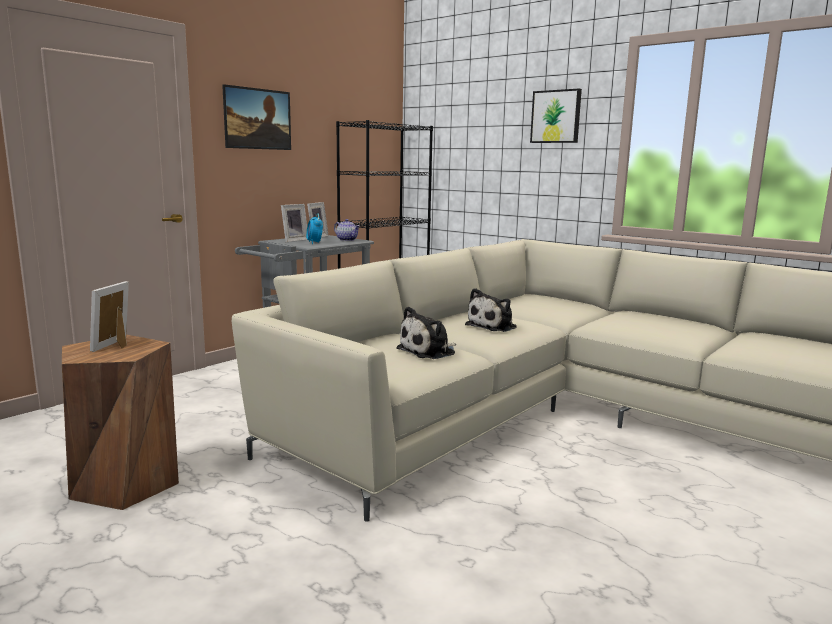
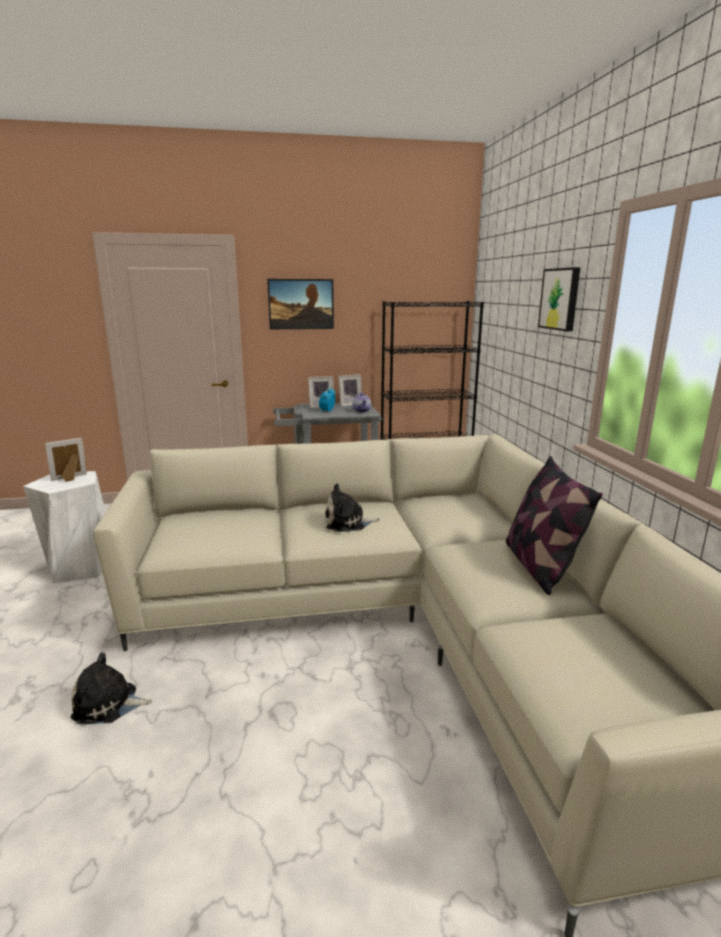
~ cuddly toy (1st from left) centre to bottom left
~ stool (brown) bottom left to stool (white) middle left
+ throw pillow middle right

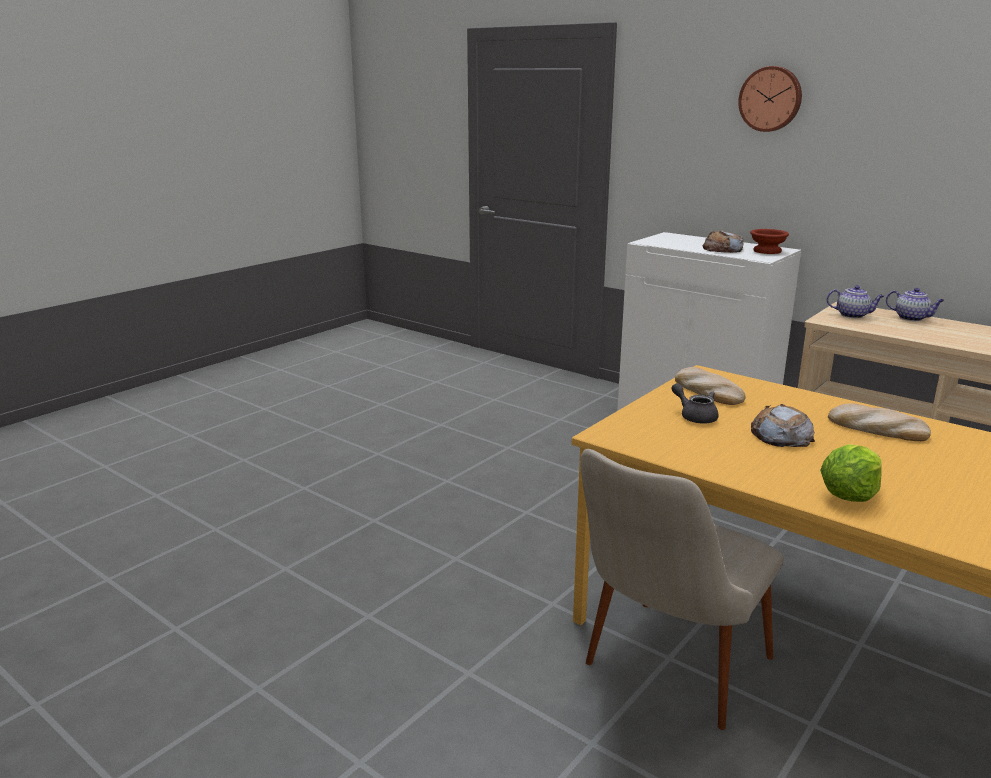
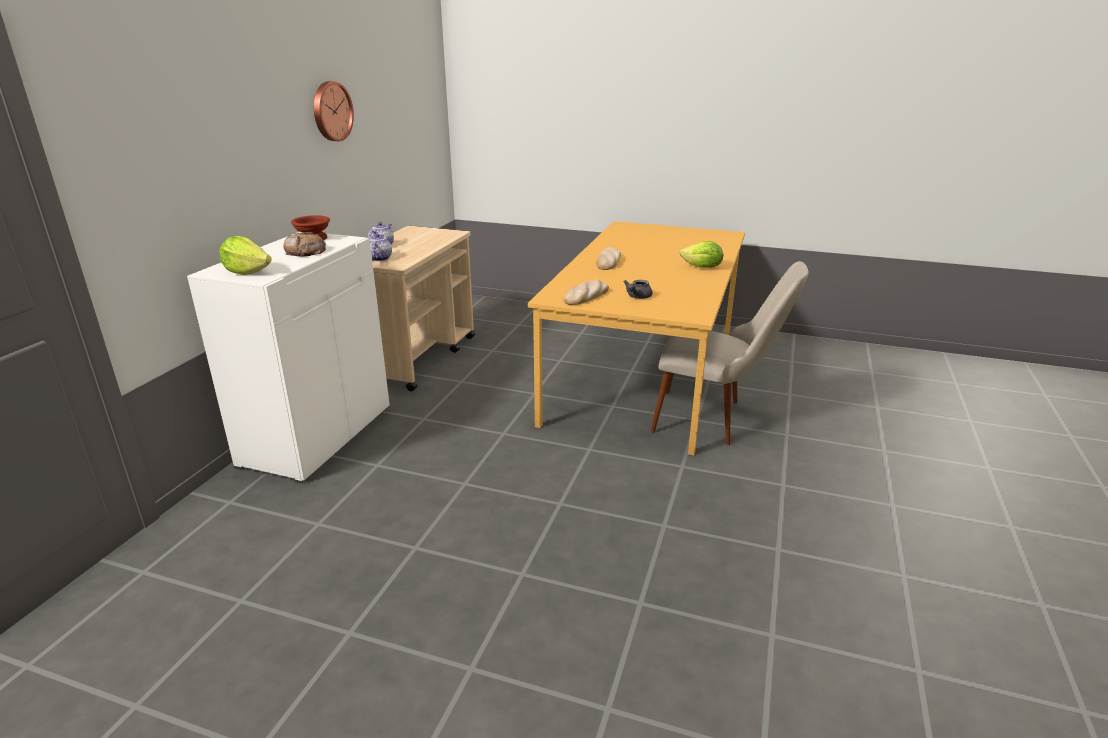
~ hanging clock top right to top left
- baked bread (3rd from left) middle right
+ lettuce head (1st from left) middle left

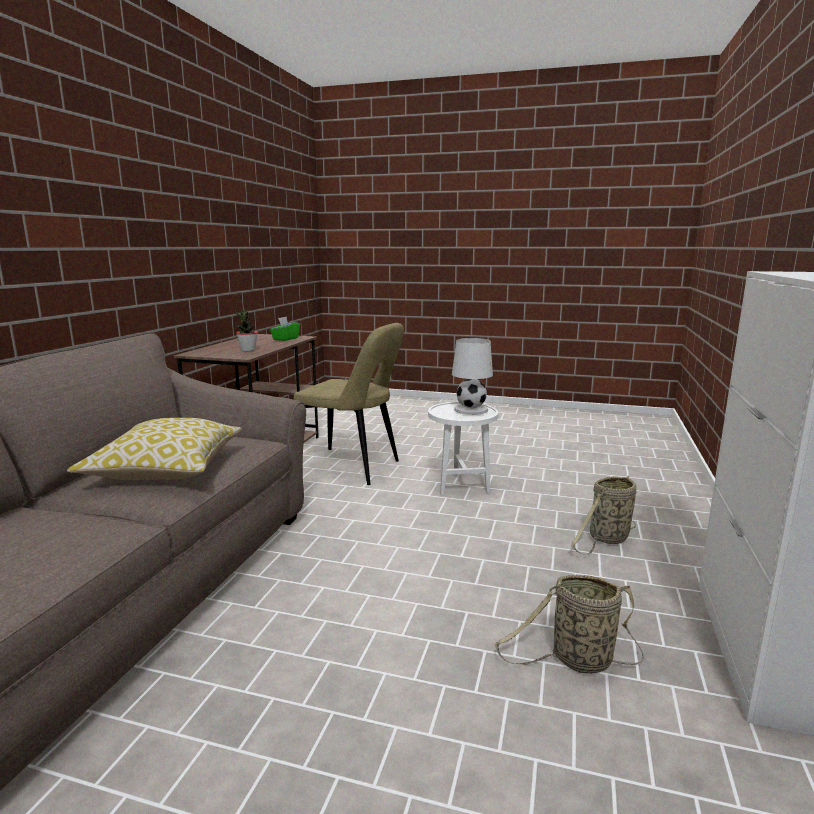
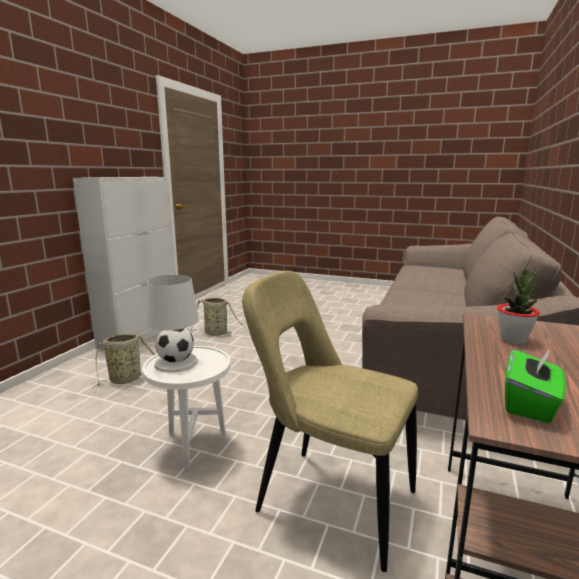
- throw pillow middle left

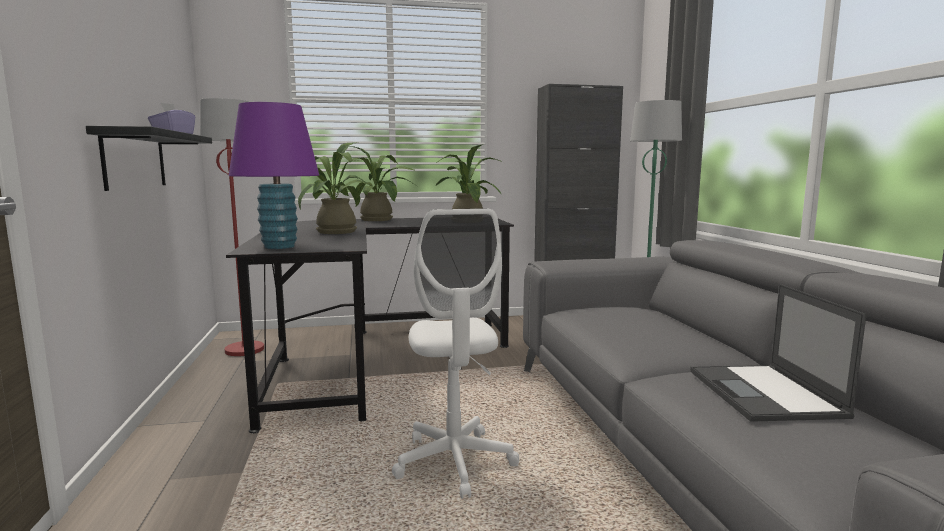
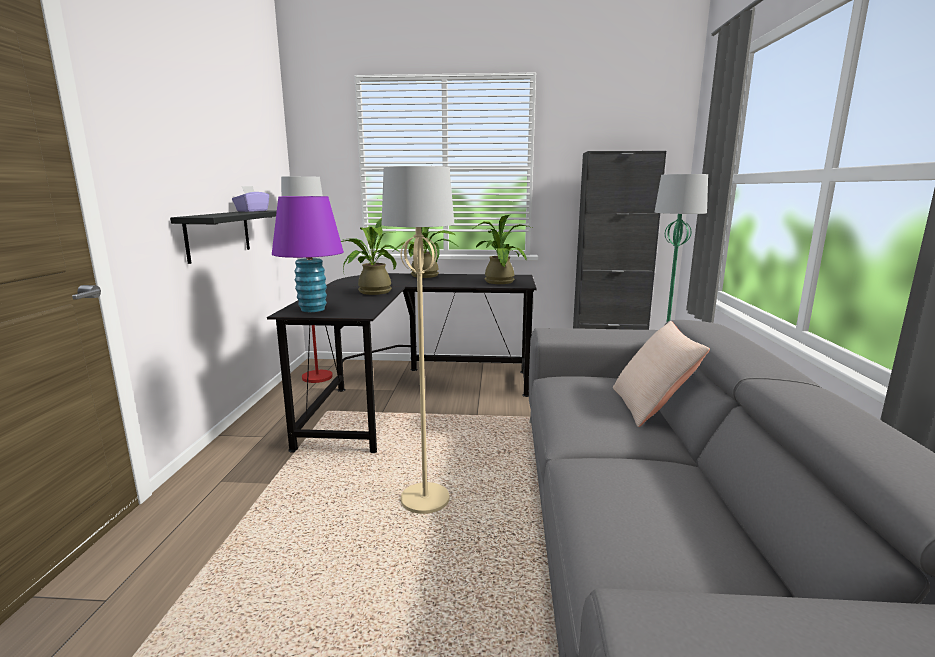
~ computer chair (white) centre to standing lamp (beige-coloured) centre
- notebook computer middle right
+ throw pillow (beige-coloured) middle right

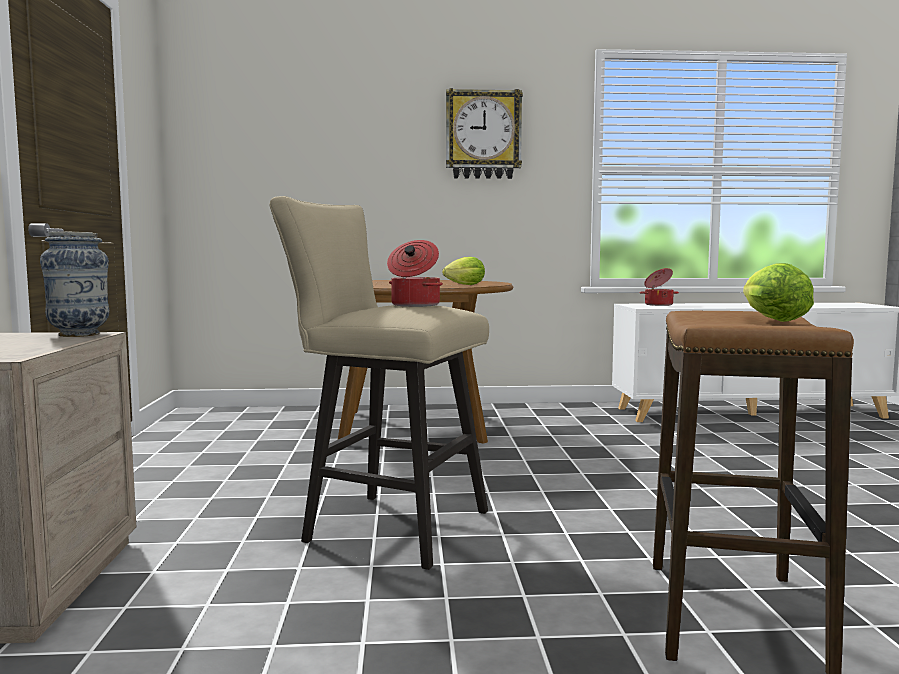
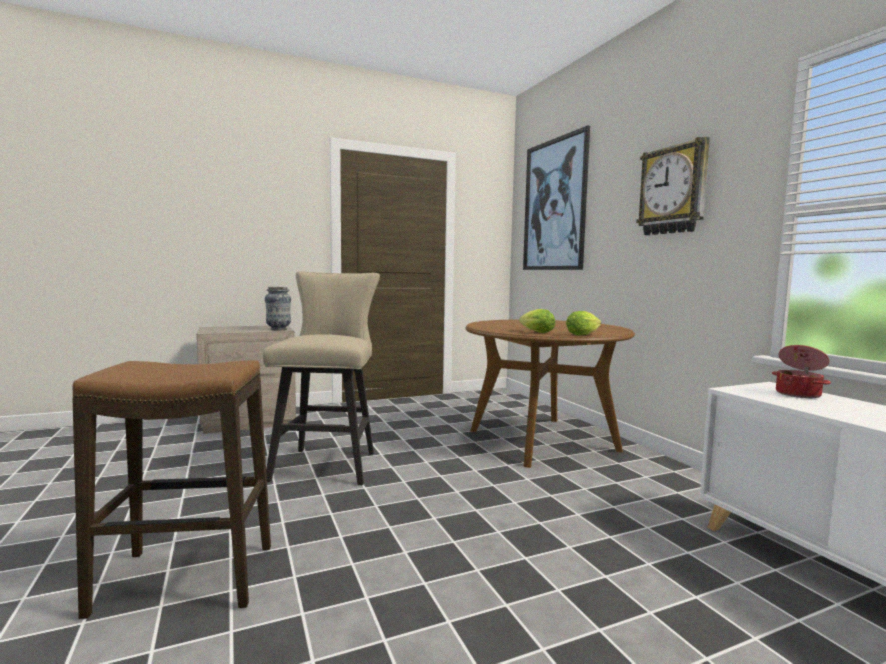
- stockpot (1st from left) centre
~ lettuce head (2nd from left) middle right to centre
+ wall picture top centre

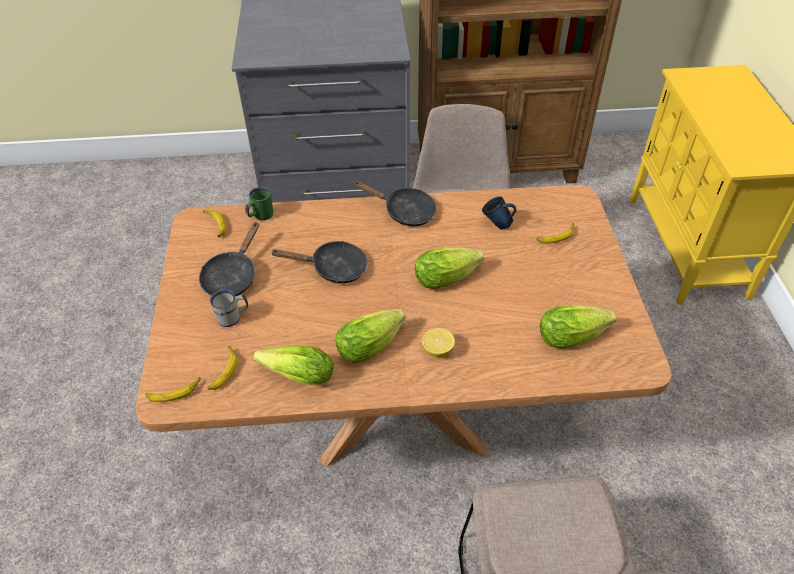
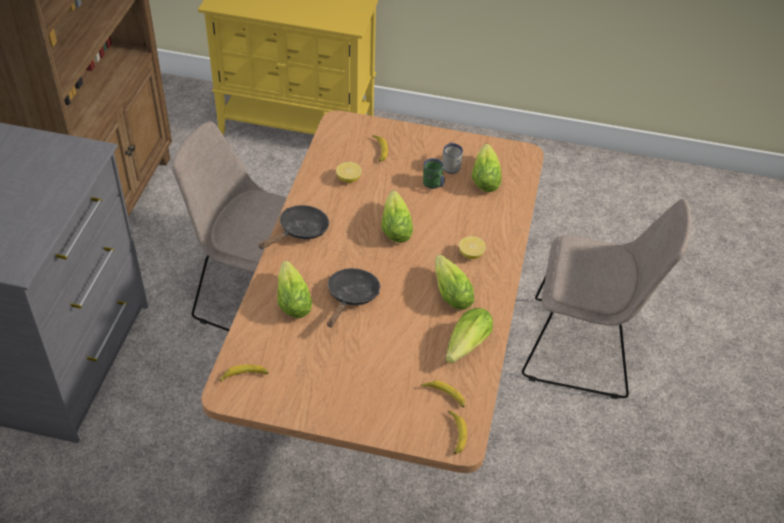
~ coffee mug (greenish) middle left to top centre
~ coffee mug (bluish) centre to citrus fruit (1st from left) top centre
- skillet (black) (1st from left) middle left
~ coffee mug (white) middle left to top centre
+ lettuce head (1st from left) centre

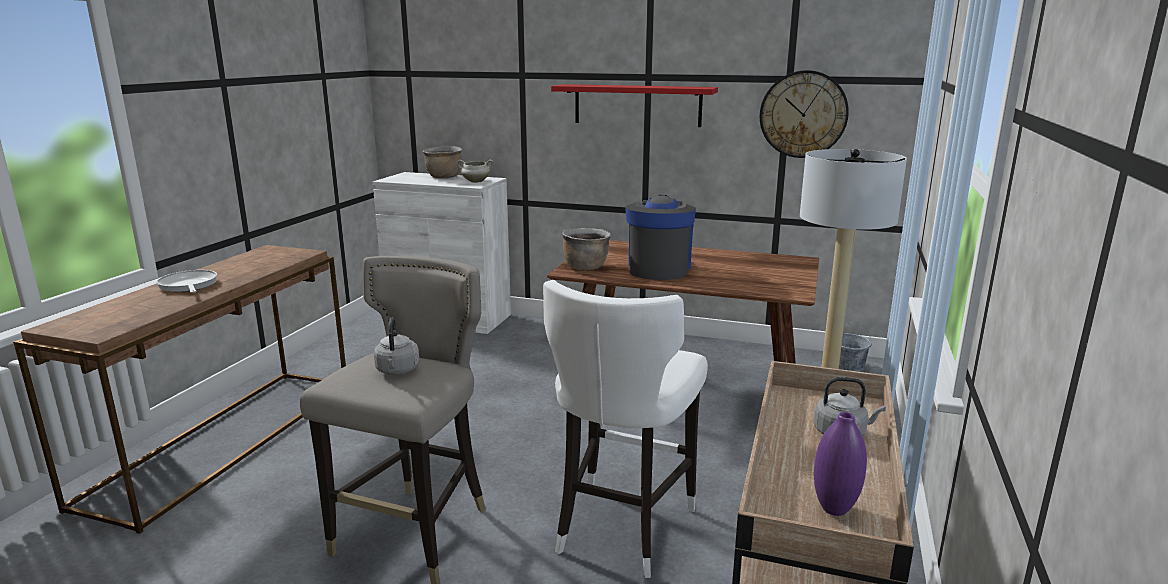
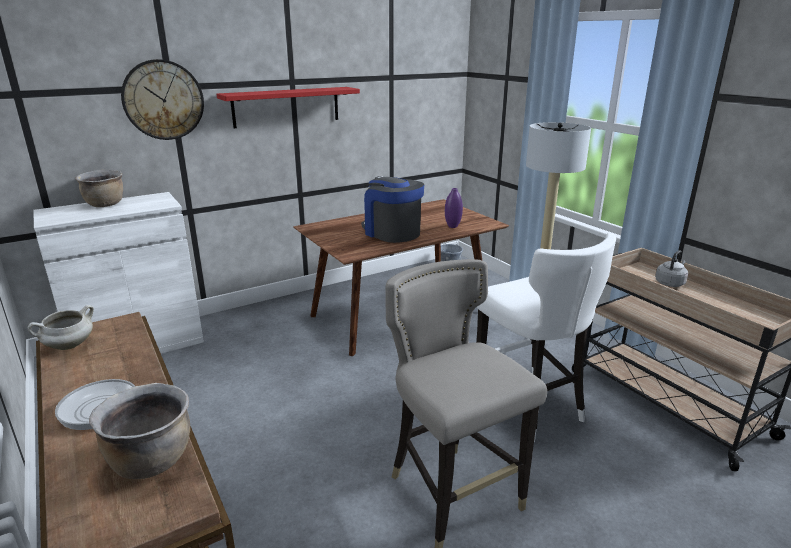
~ hanging clock top right to top left
~ stockpot (white) top centre to middle left
~ stockpot (brown) (2nd from left) centre to bottom left
- tea kettle (greyish) (1st from left) centre
~ flower vase (purple-coloured) bottom right to centre

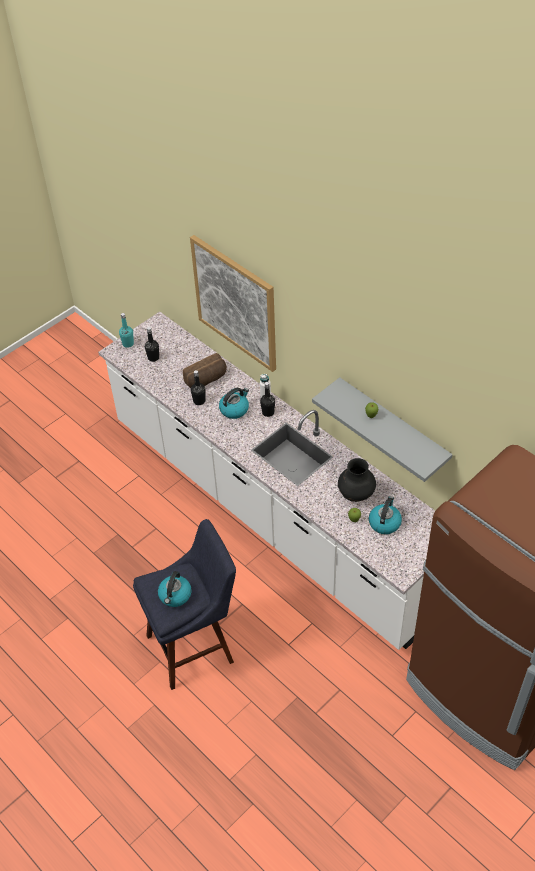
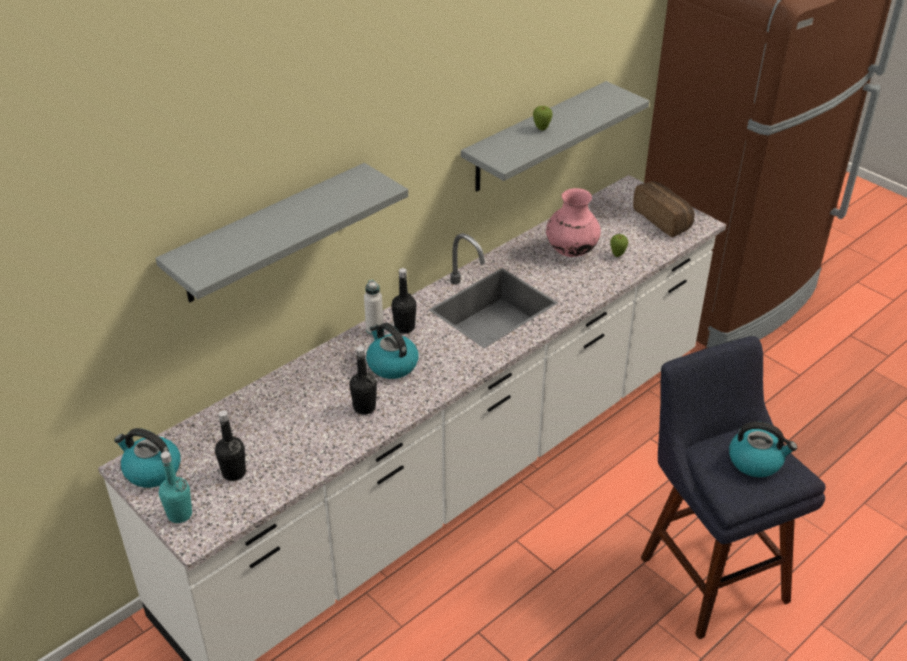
~ wall picture centre to wall shelf (greyish) (1st from left) middle left
~ baked bread centre to top right
~ flower vase (black) middle right to flower vase (pink) centre
~ tea kettle (3rd from left in the first image) middle right to tea kettle (1st from left) bottom left

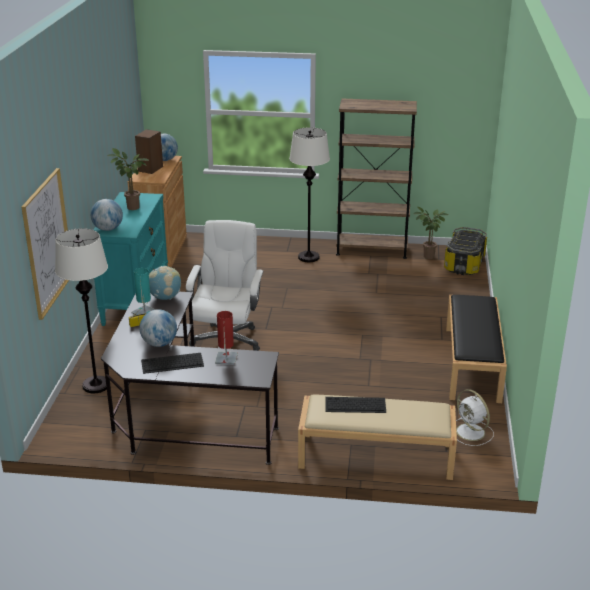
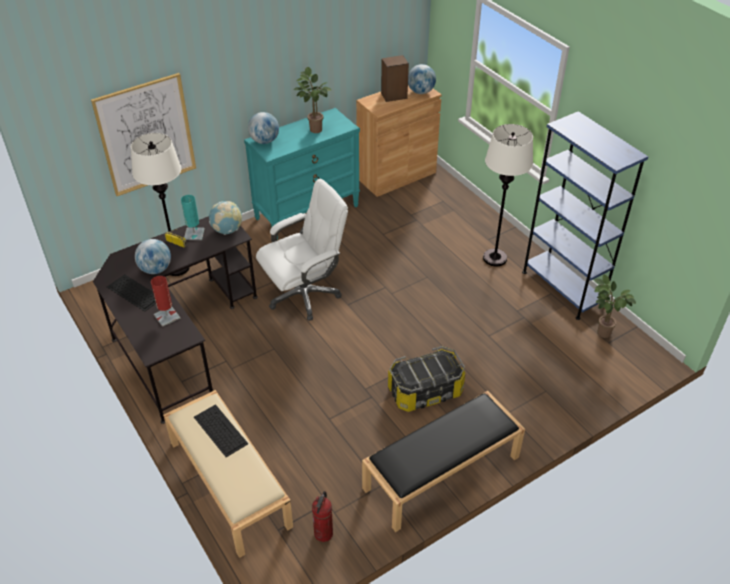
~ shelving unit (brown) top centre to shelving unit (bluish) middle right
~ storage box middle right to centre
~ fan (white) bottom right to fire-fighting cylinder bottom centre

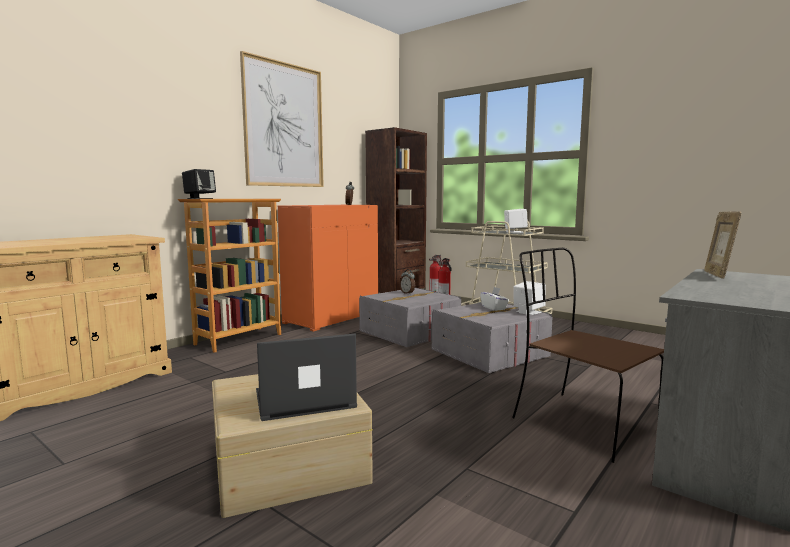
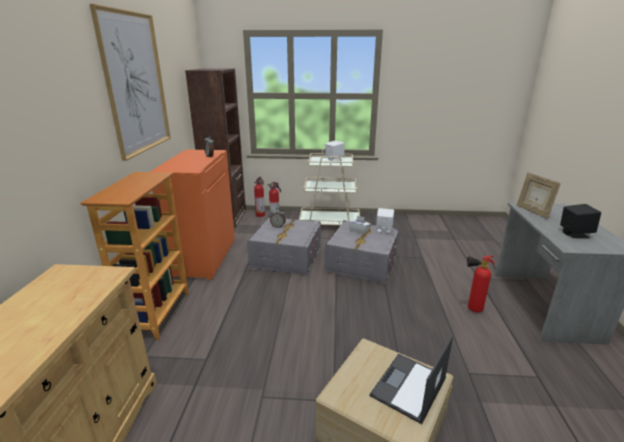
~ speaker (black) middle left to middle right
~ upright chair (brown) middle right to fire-fighting cylinder (3rd from left) middle right

